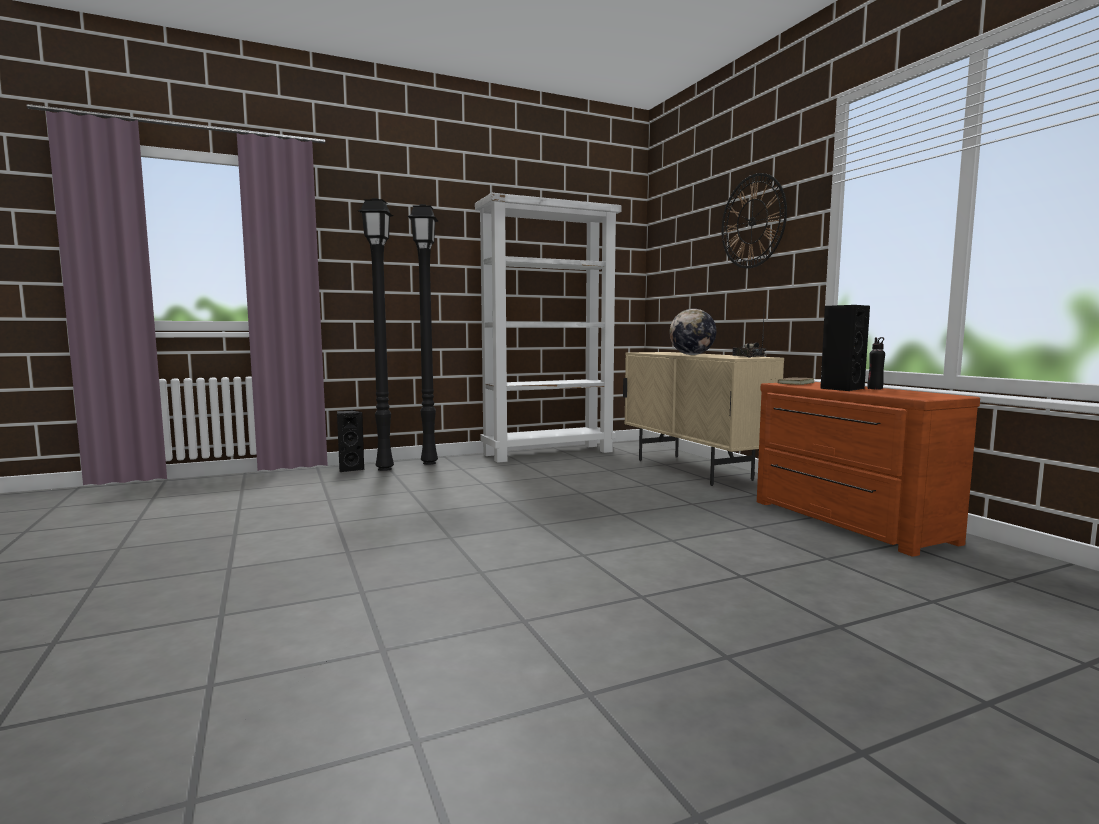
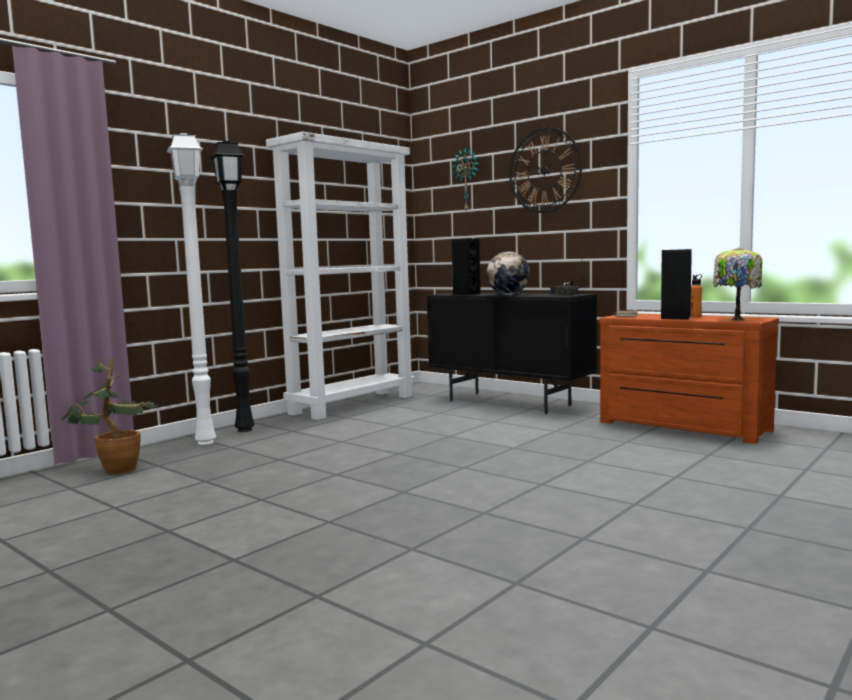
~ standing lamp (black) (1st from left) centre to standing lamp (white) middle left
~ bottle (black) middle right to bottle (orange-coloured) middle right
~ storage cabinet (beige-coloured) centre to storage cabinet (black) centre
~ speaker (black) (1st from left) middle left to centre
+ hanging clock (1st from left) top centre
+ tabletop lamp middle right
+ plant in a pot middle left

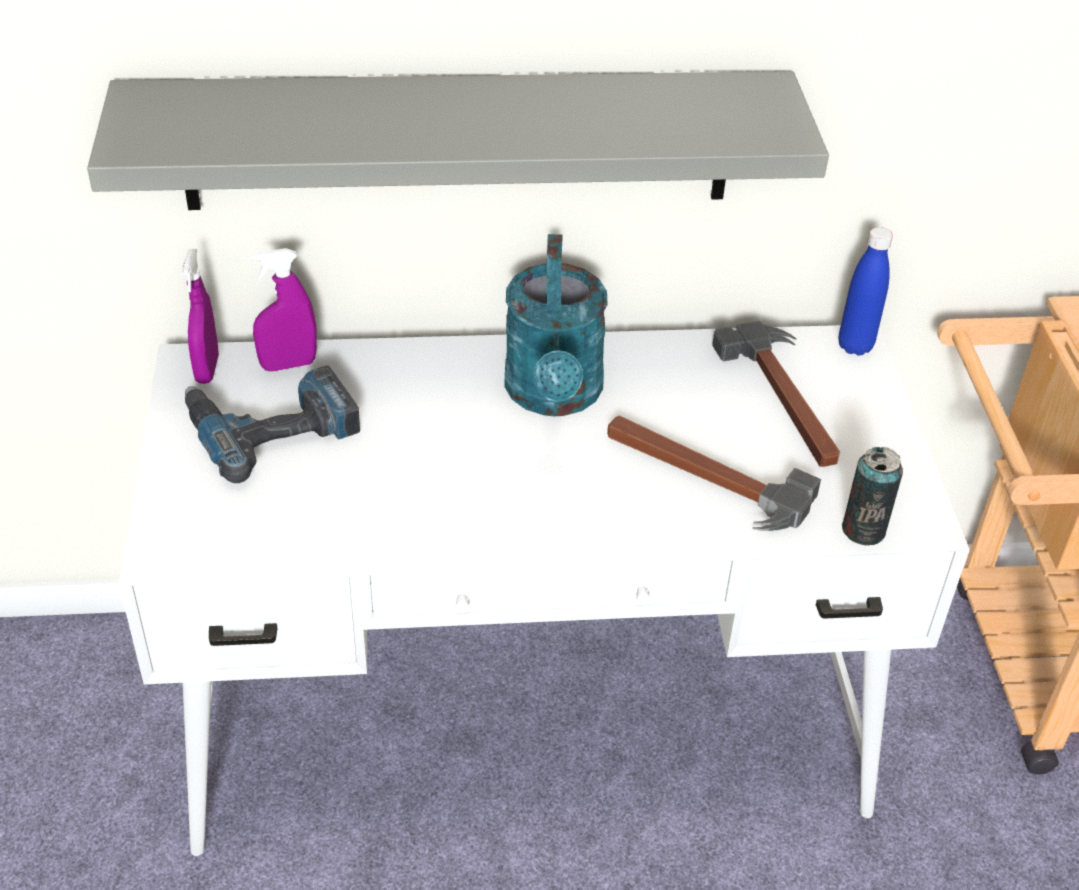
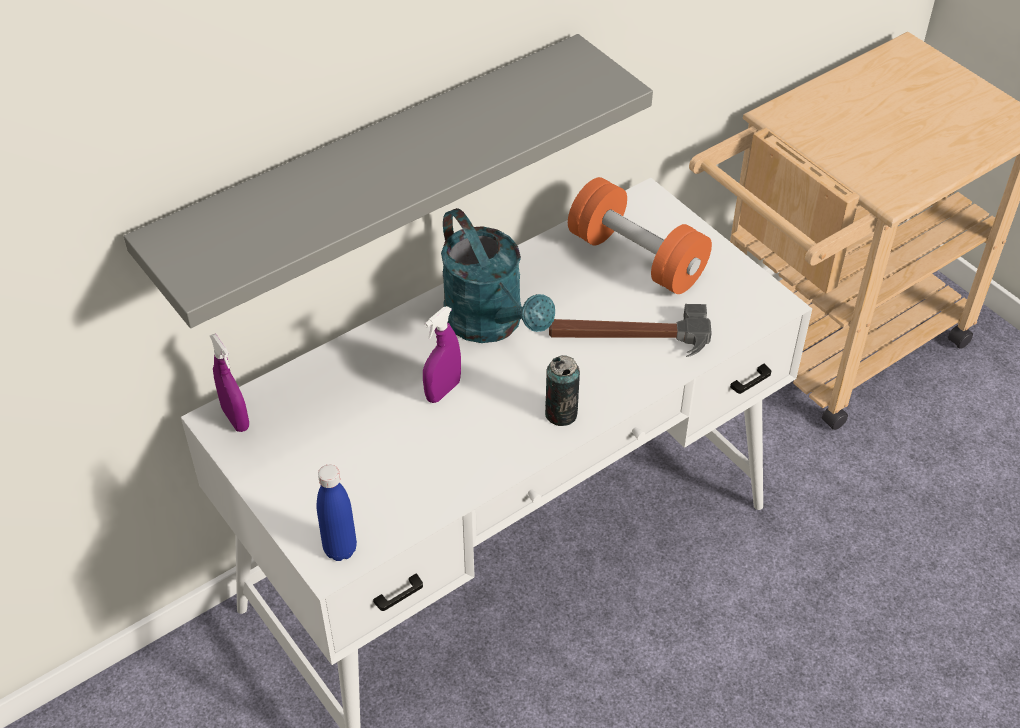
~ bottle (bluish) top right to bottom left
~ hand sprayer (purple-coloured) (2nd from left) middle left to centre
~ tool hammer (2nd from left) middle right to dumbbell (orange-coloured) top centre
- drill middle left
~ can middle right to centre

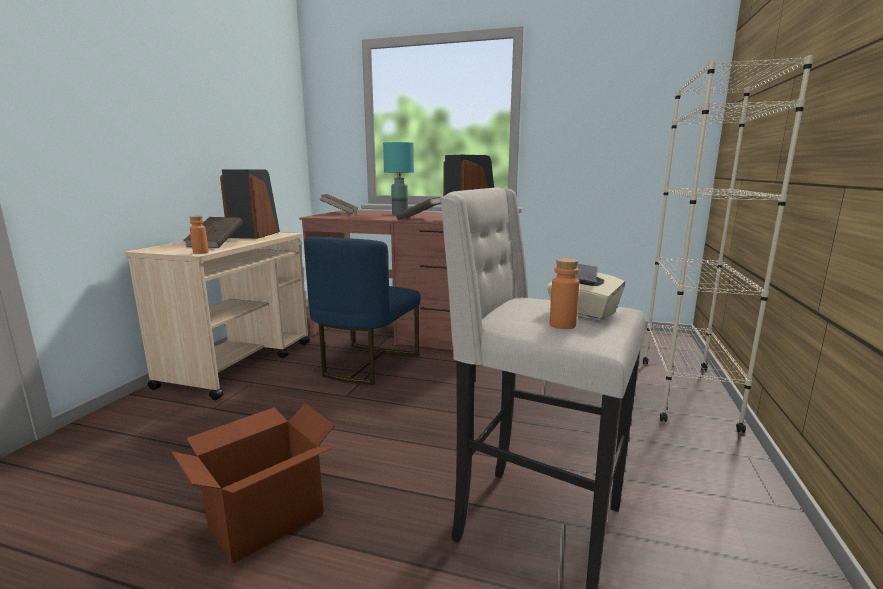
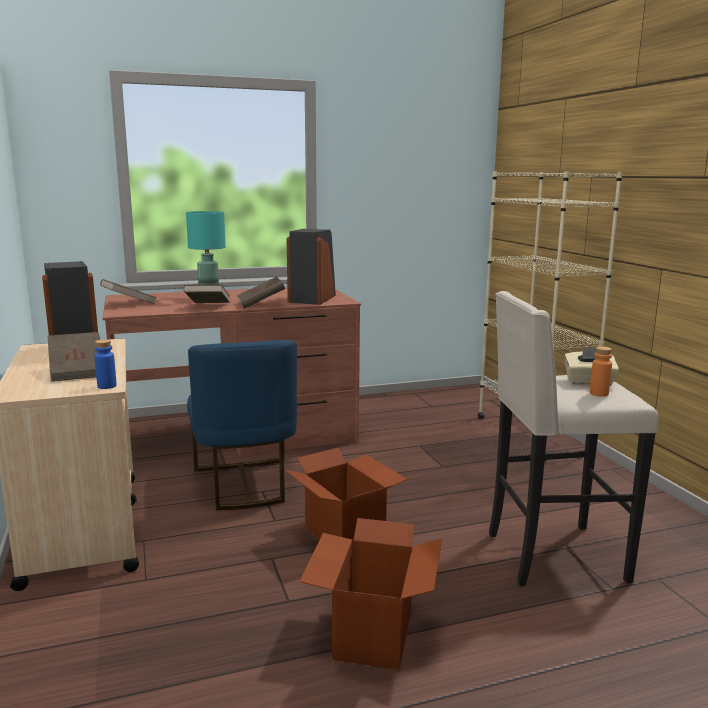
~ bottle (orange-coloured) (1st from left) middle left to bottle (bluish) middle left
+ volume (brown) (3rd from left) middle left
+ carton (1st from left) bottom centre

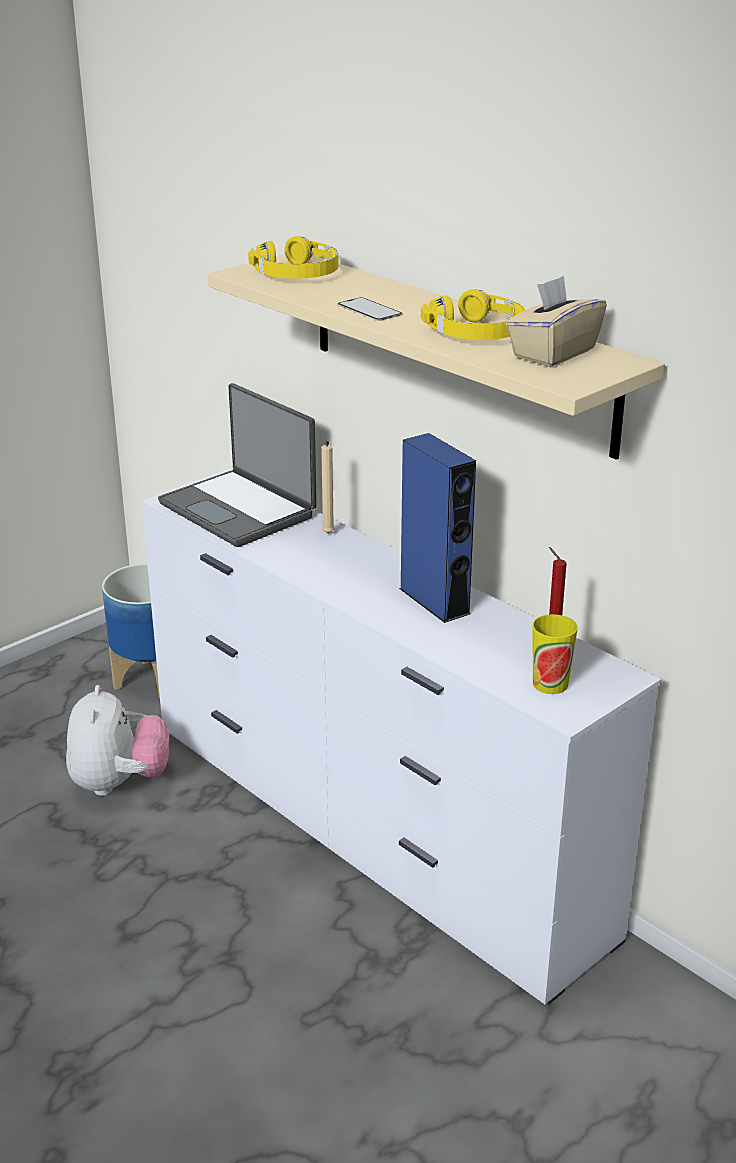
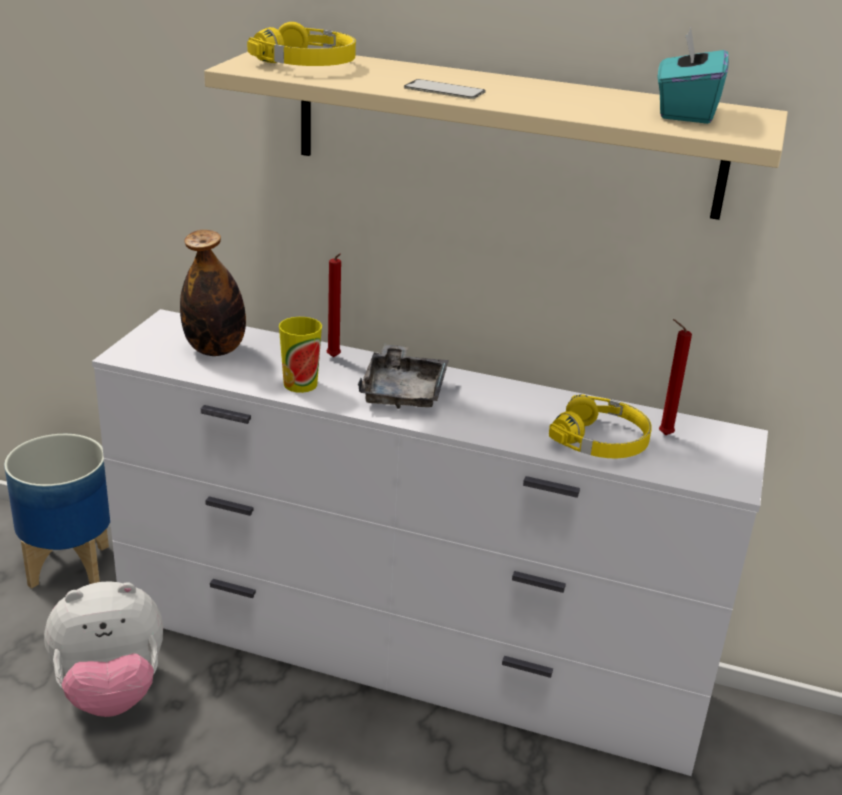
~ tissue box (beige-coloured) top right to tissue box (turquoise-coloured) top right
~ headphones (yellowish) (2nd from left) top centre to middle right
~ notebook computer middle left to bottle middle left
- speaker (bluish) centre
~ candle (beige-coloured) centre to candle (reddish) (1st from left) centre
~ small cup middle right to centre
~ cuddly toy middle left = bottom left 105 degrees clockwise
+ tray (greyish) centre

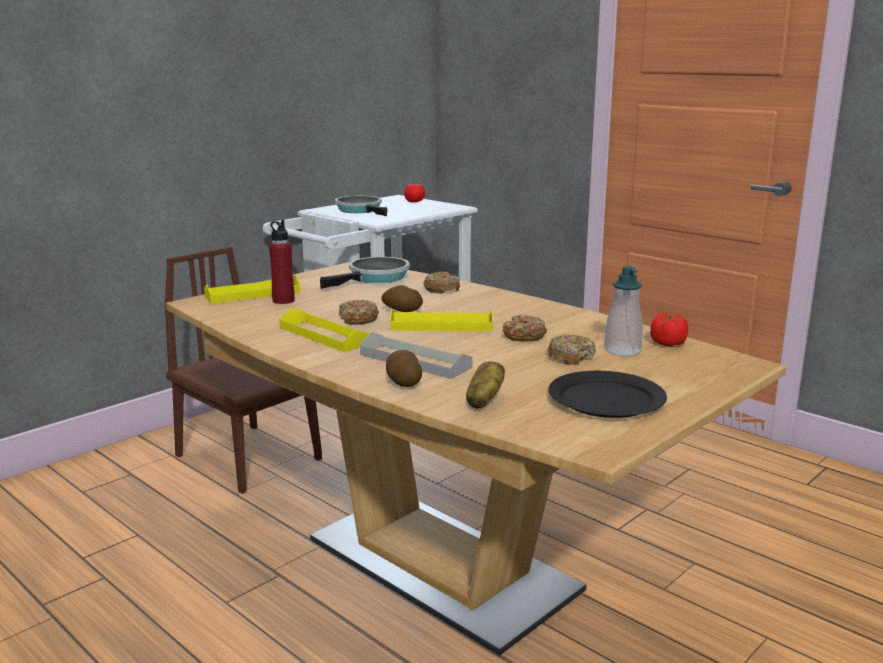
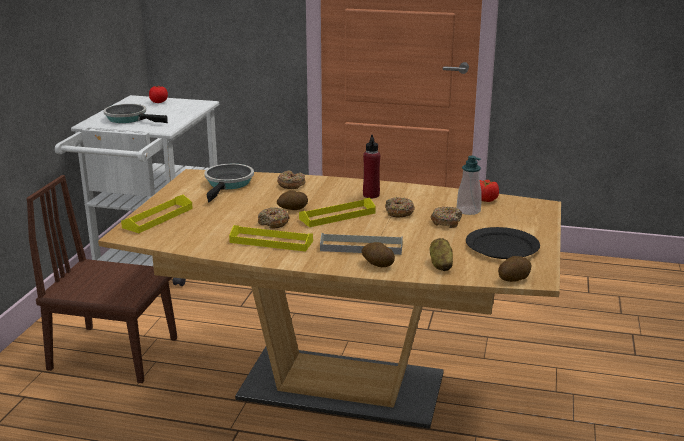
~ bottle (reddish) middle left to centre
+ whole potato (4th from left) middle right

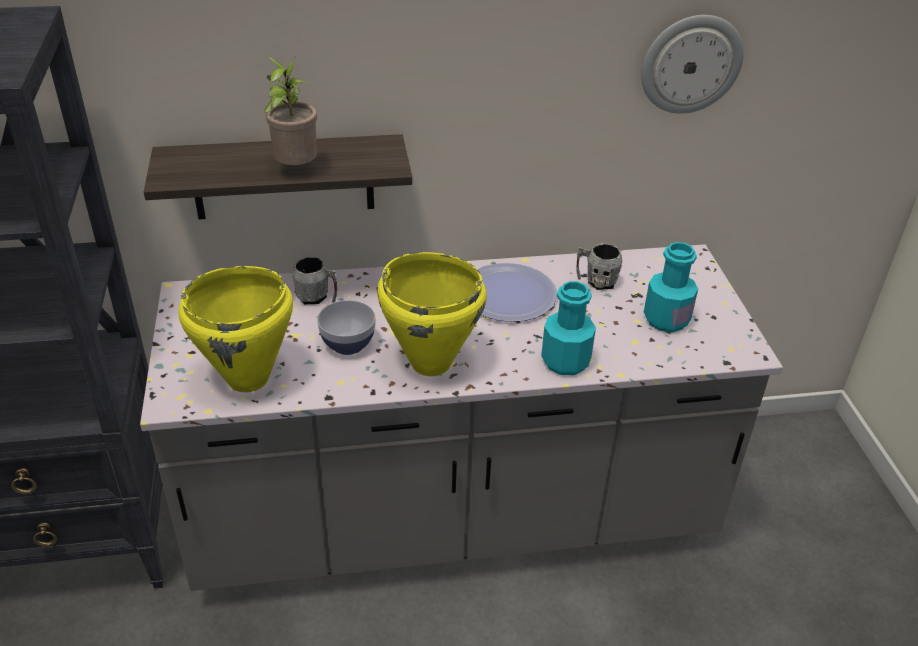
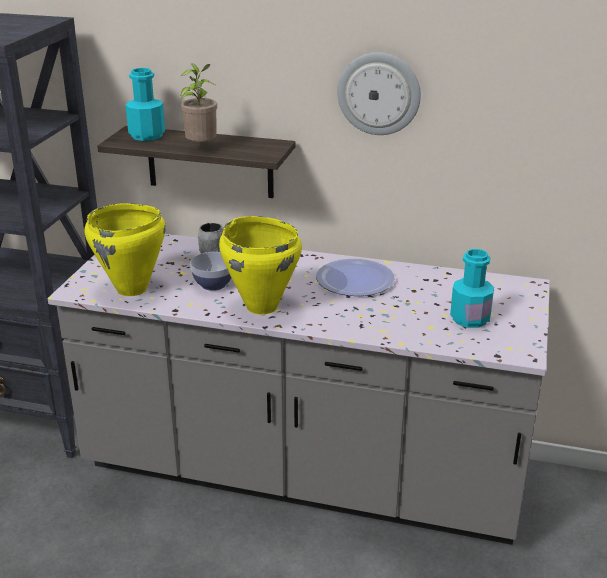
~ hanging clock top right to top centre
- coffee mug (greyish) (2nd from left) centre
~ bottle (turquoise-coloured) (1st from left) centre to top left

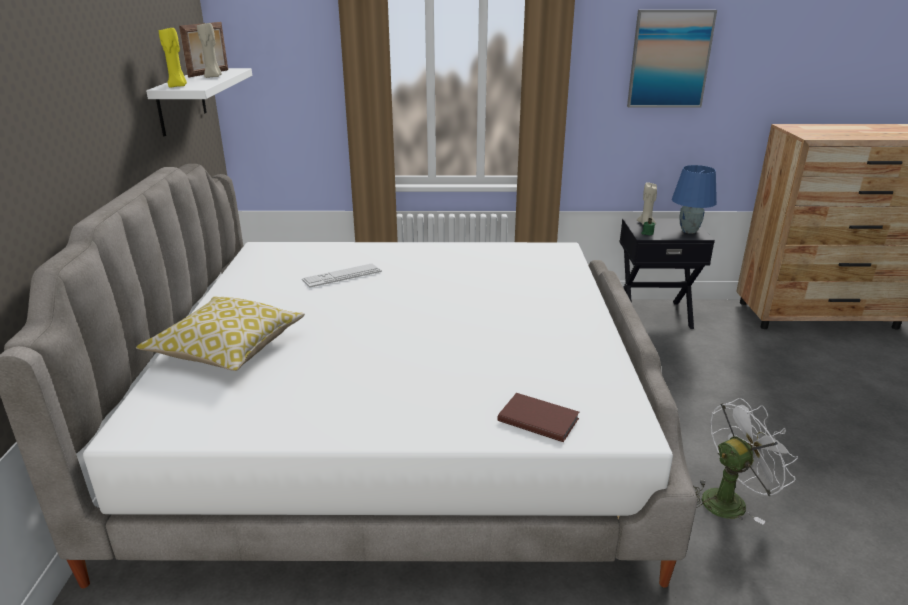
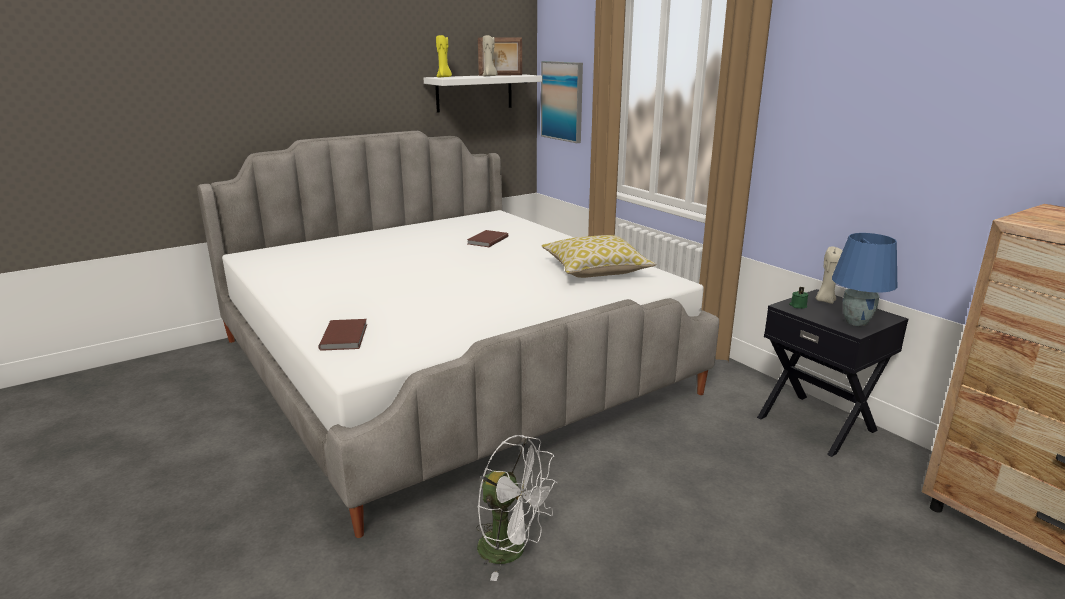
~ wall picture top right to top centre
~ PC keyboard centre to volume (brown) (2nd from left) centre
~ throw pillow middle left to centre

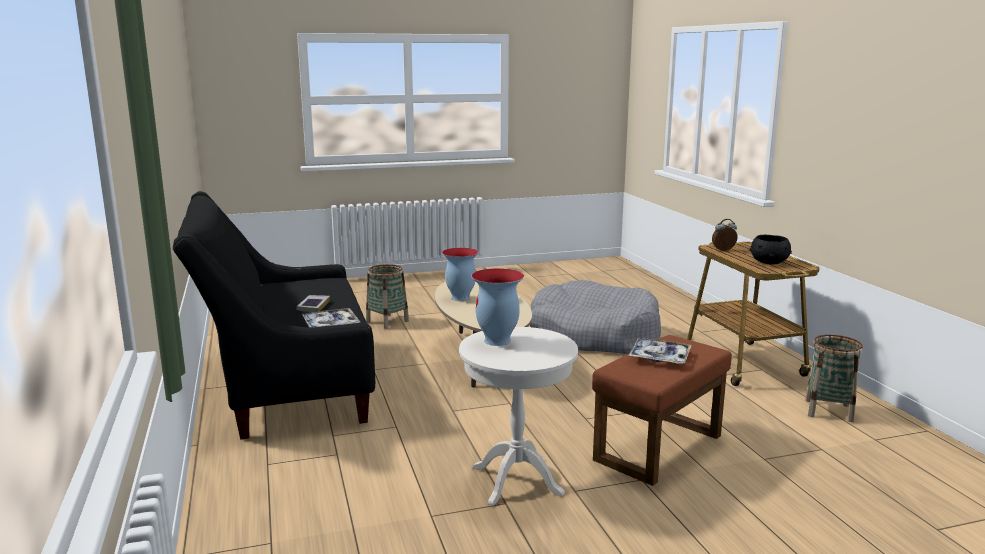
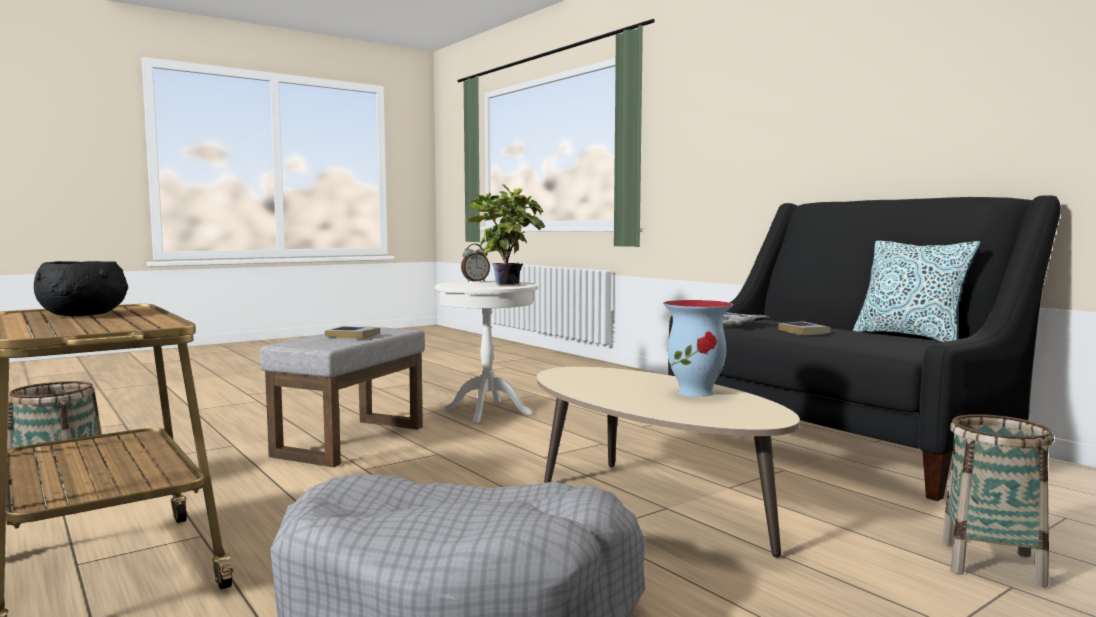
~ bedside clock middle right to centre
~ flower vase (2nd from left) centre to plant in a pot centre
~ footrest (brown) bottom right to footrest (greyish) middle left
~ tray (2nd from left) middle right to volume (1st from left) middle left
+ throw pillow middle right

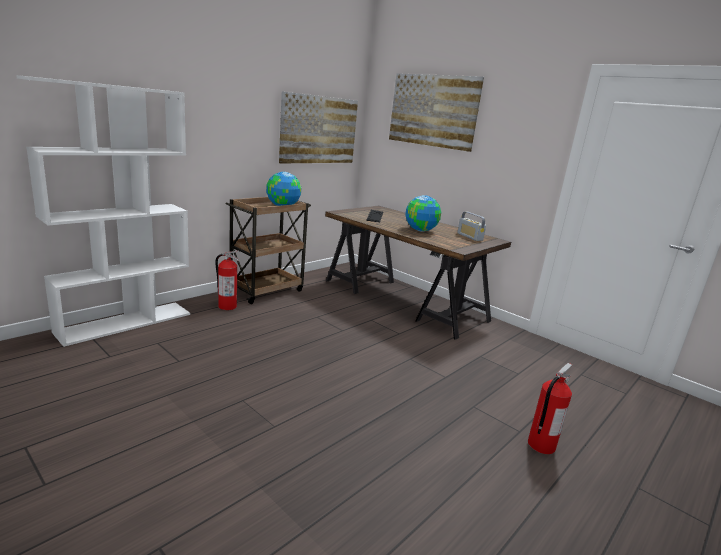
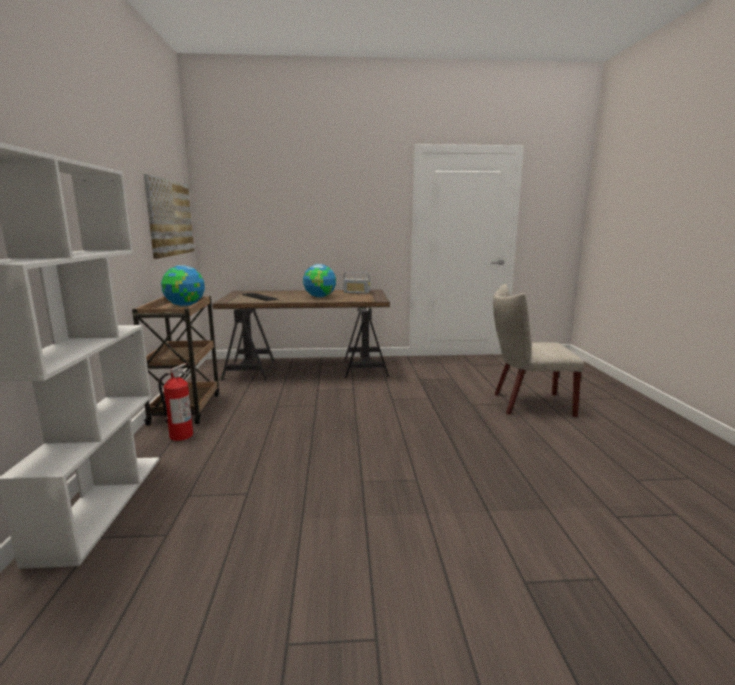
- wall picture (2nd from left) top centre
~ fire-fighting cylinder (2nd from left) bottom right to upright chair (beige-coloured) middle right

